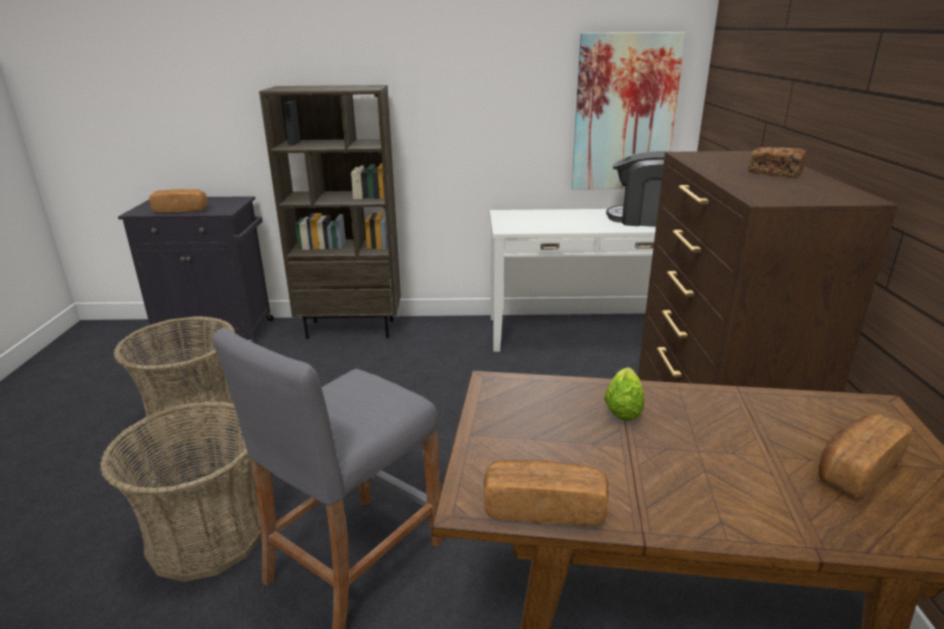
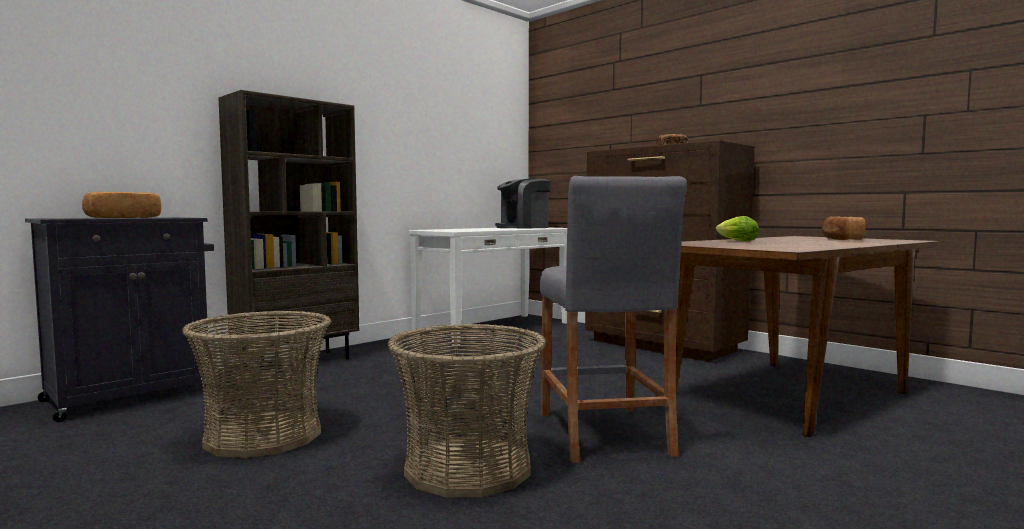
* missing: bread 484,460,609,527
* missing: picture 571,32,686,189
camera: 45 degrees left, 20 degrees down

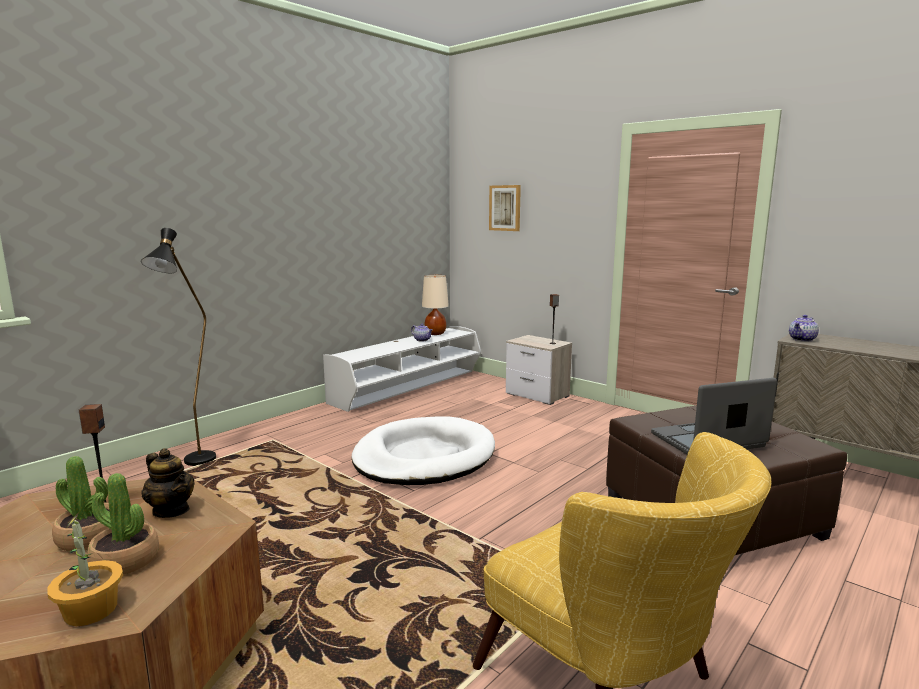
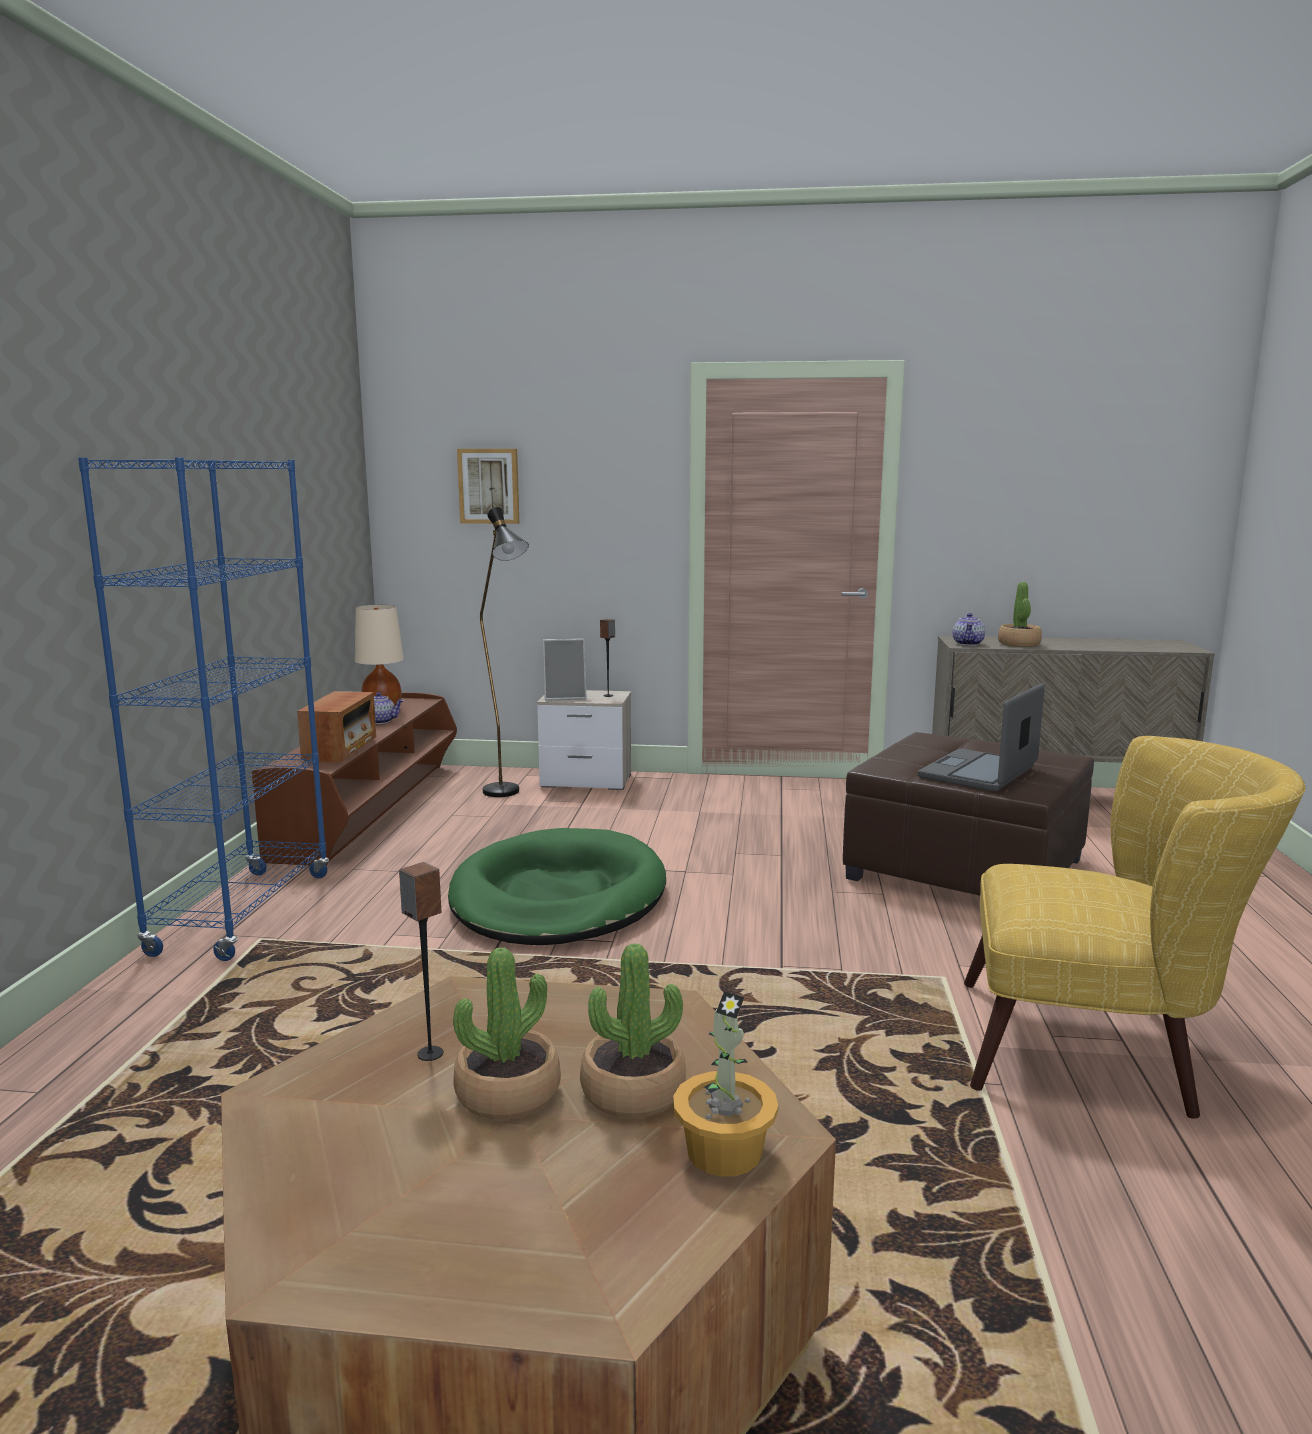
* missing: teapot 141,448,195,518
* appeared: blue bookcase 78,457,329,961
* appeared: radio 297,691,376,762
* appeared: picture frame 543,639,587,701
* appeared: potted plant 998,582,1042,647
* relocated: black floor lamp 141,228,216,466 to 480,507,529,797
* colour: white tv stand 323,326,481,412 to brown tv stand 252,692,457,866
* colour: white dog bed 352,416,495,485 to green dog bed 448,828,666,945
camera: 35 degrees left, 0 degrees up

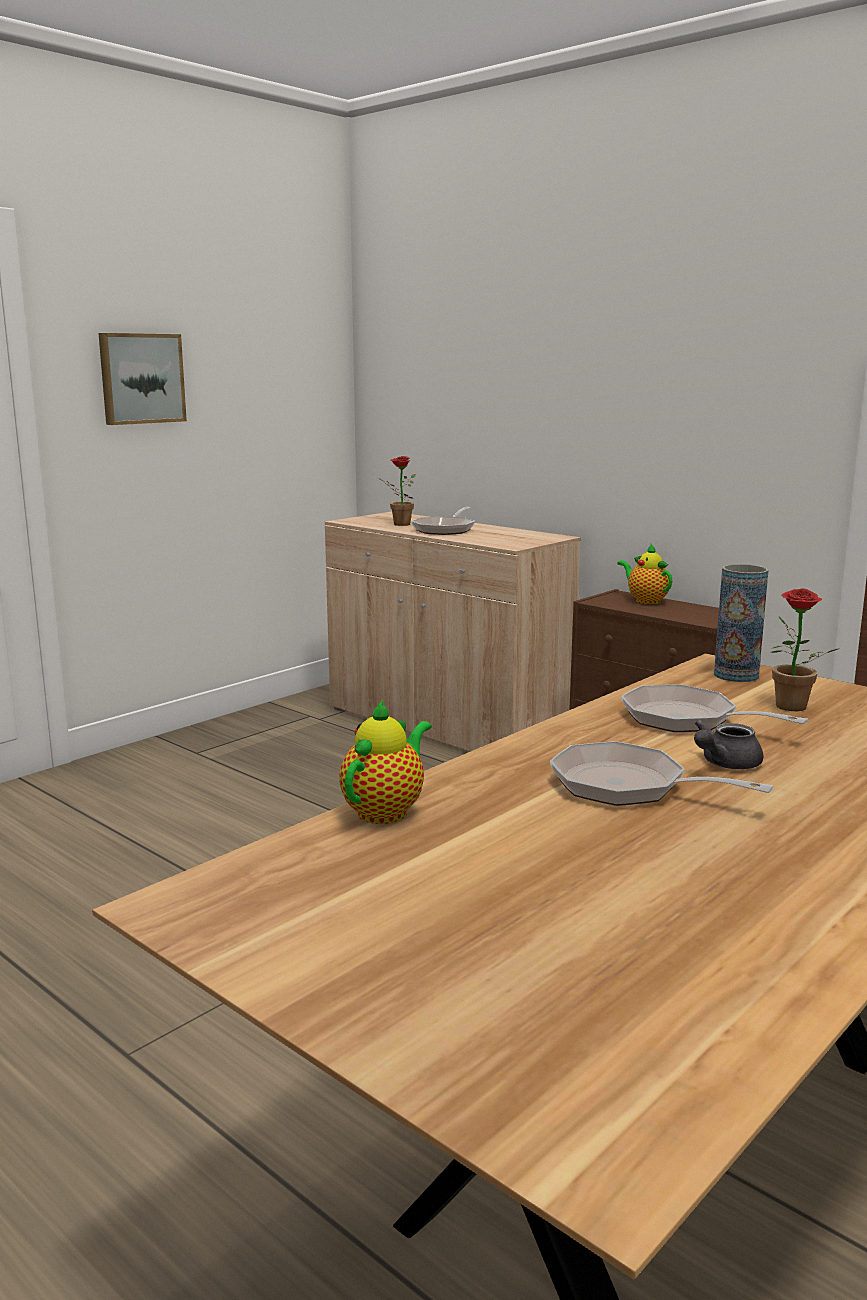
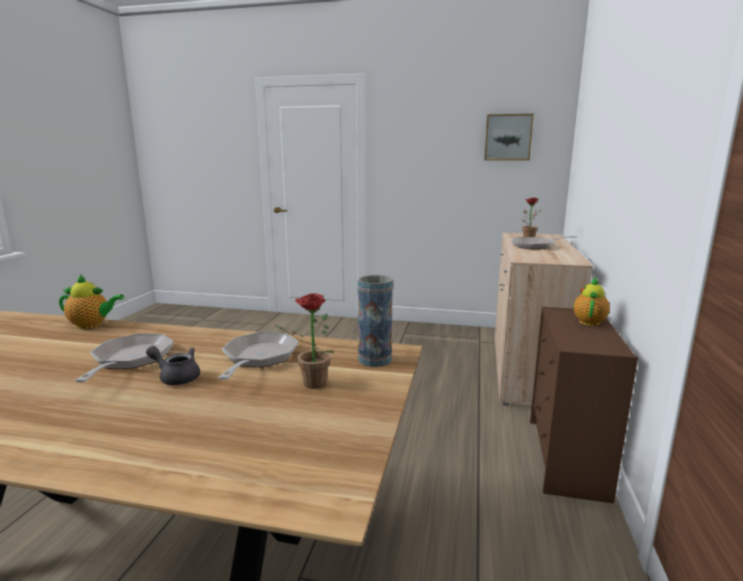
* relocated: picture 98,333,187,425 to 484,114,534,160
camera: 60 degrees right, 0 degrees up

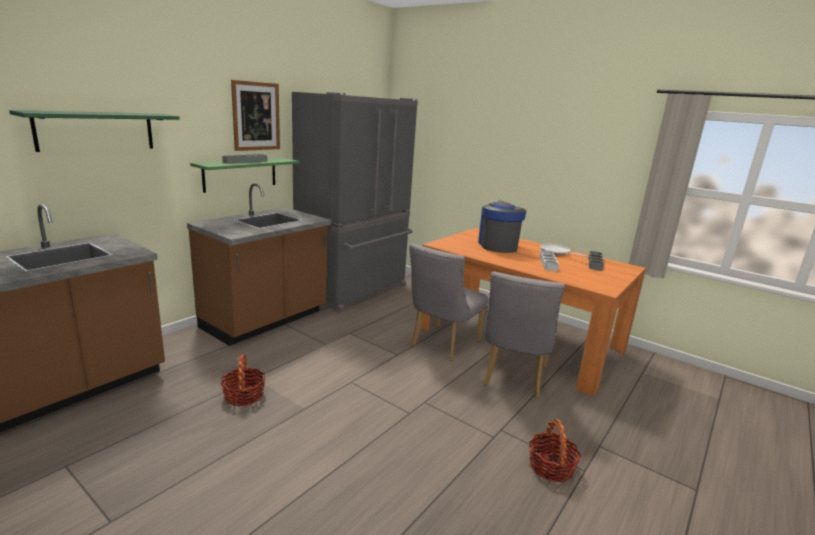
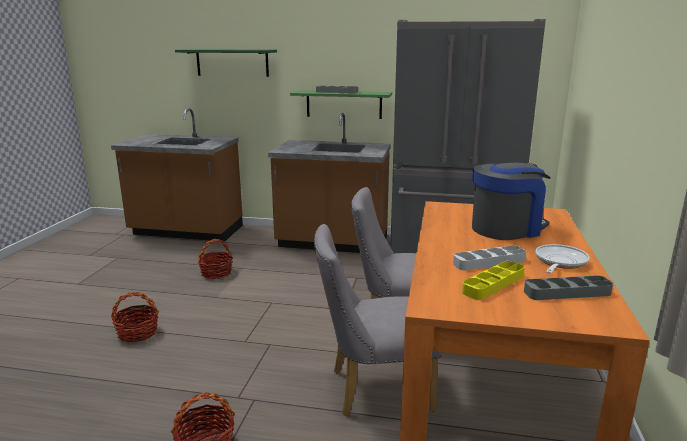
* missing: picture 231,80,280,151
* appeared: basket 111,292,159,342
* appeared: yellow tray 462,261,525,300
camera: 65 degrees right, 0 degrees up

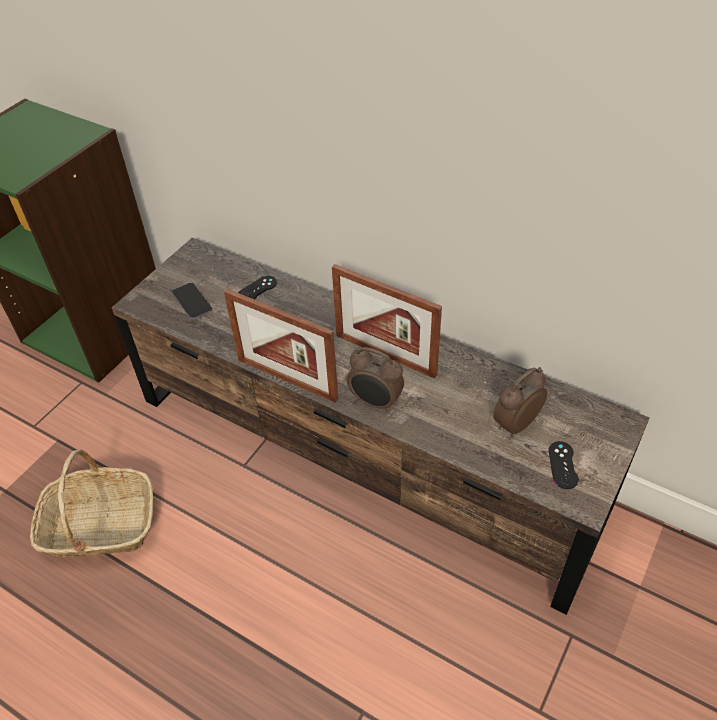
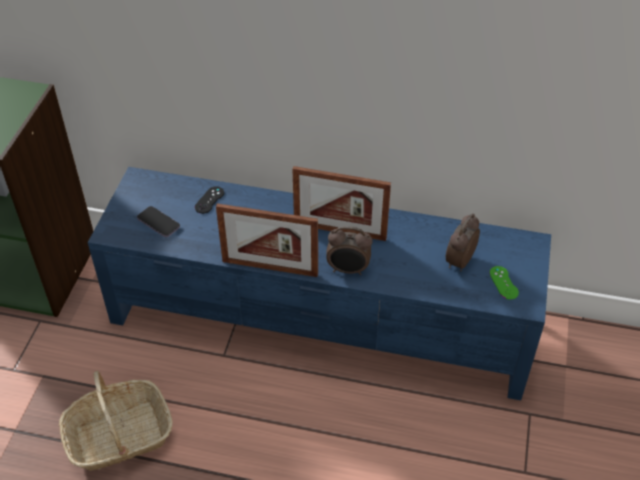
* colour: brown tv stand 112,238,650,615 to blue tv stand 88,167,551,400
* colour: black game controller 549,441,579,489 to green game controller 489,266,519,300
camera: 20 degrees left, 0 degrees up

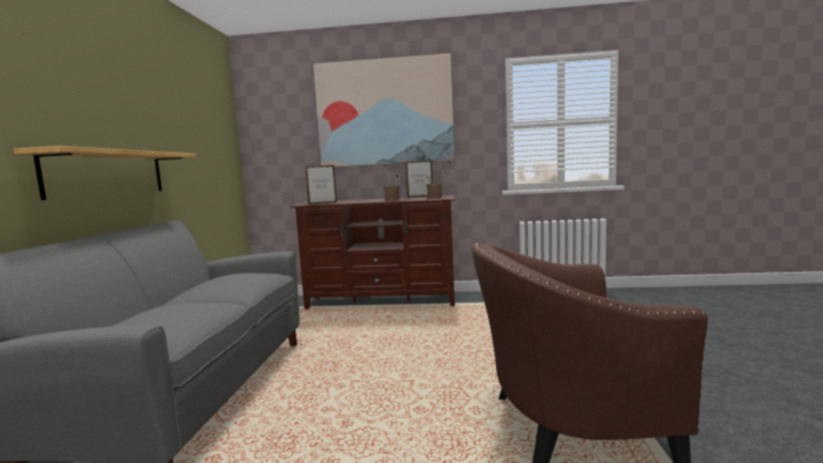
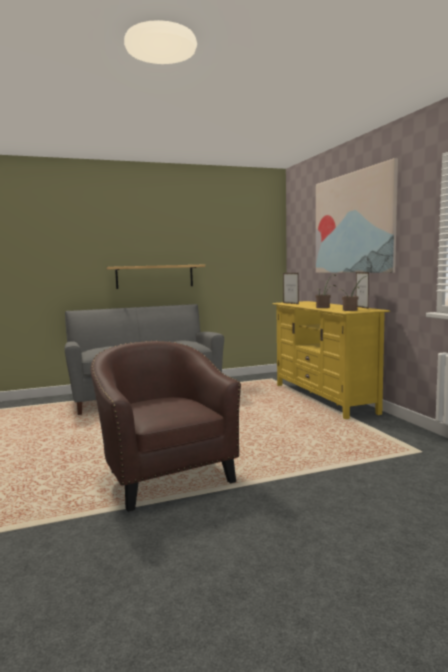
* colour: brown tv stand 290,195,455,309 to yellow tv stand 272,301,390,419
camera: 65 degrees right, 0 degrees up

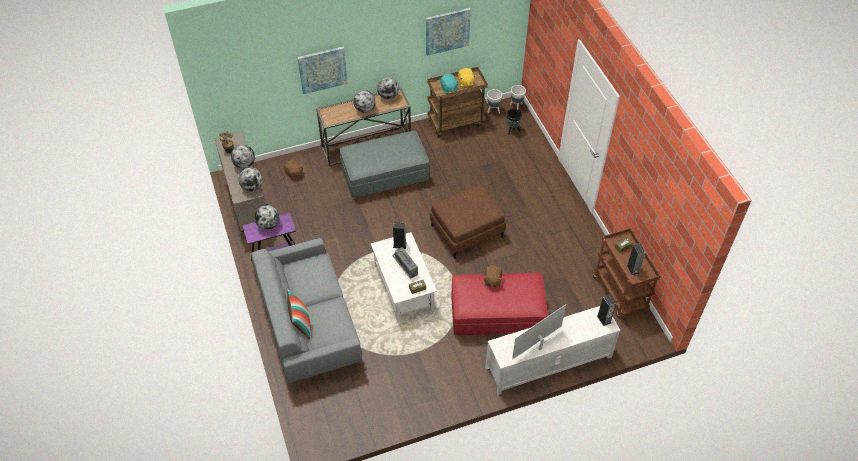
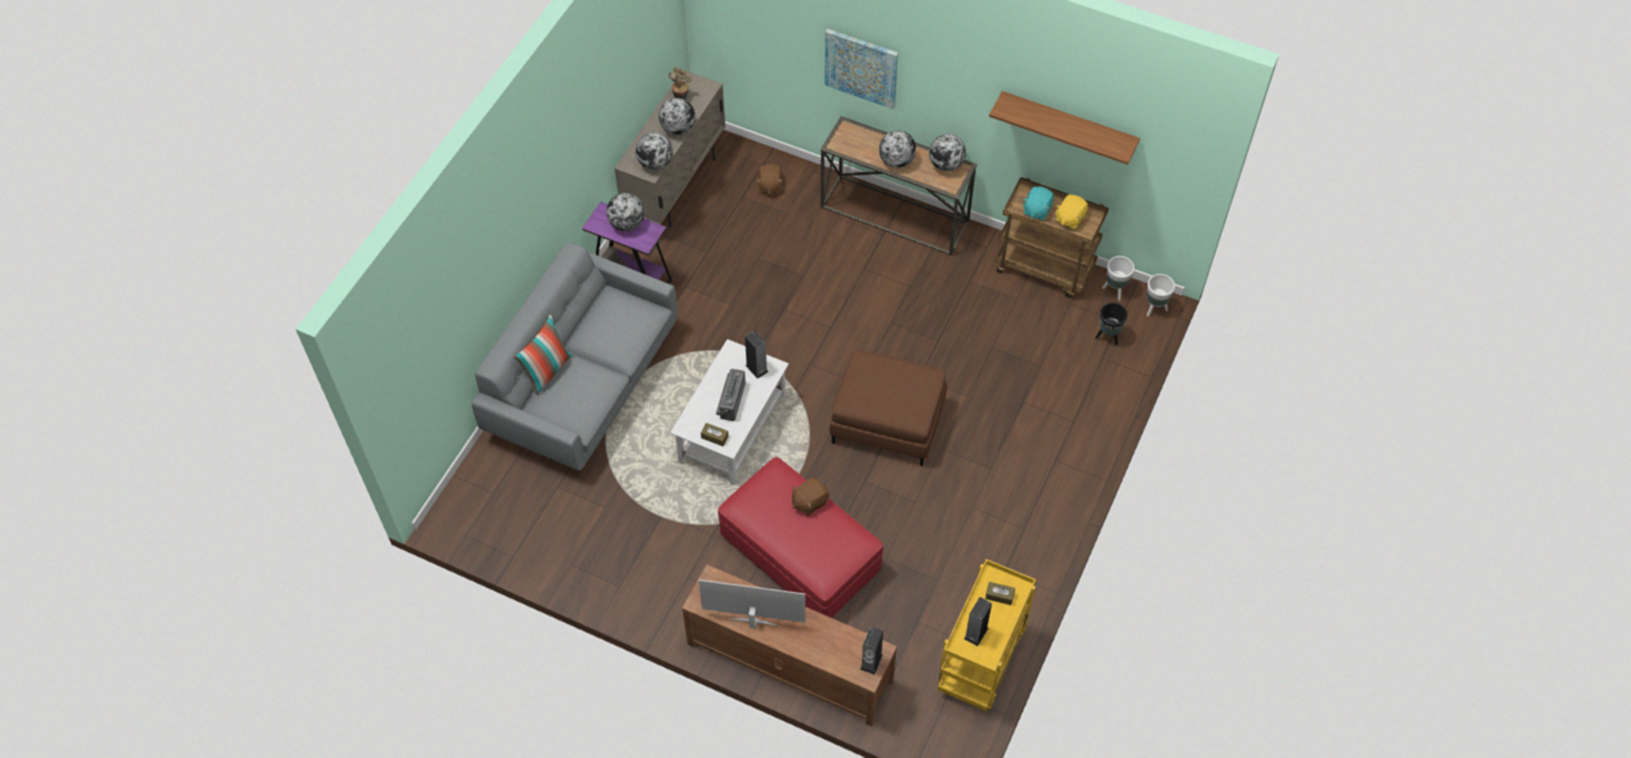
* missing: grey ottoman 339,131,429,198
* exchanged: picture 426,8,471,56 to shelf 989,91,1140,165
* colour: white tv stand 485,306,620,395 to brown tv stand 682,565,897,726
* colour: brown cart 593,228,660,317 to yellow cart 938,559,1036,711
camera: 45 degrees right, 5 degrees up

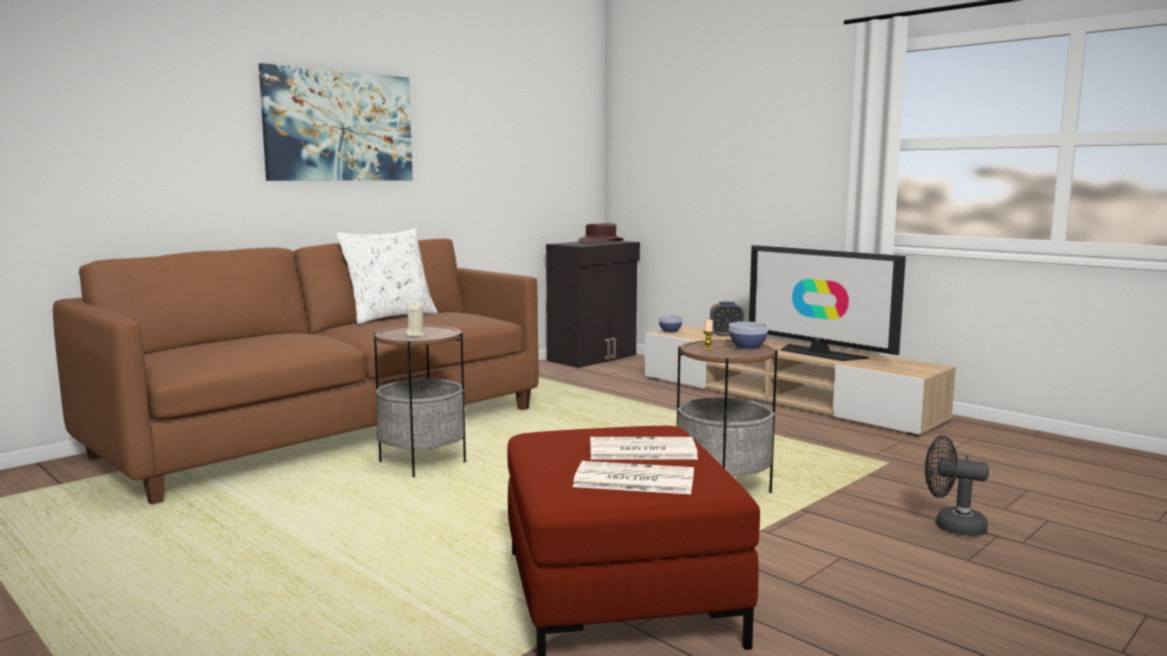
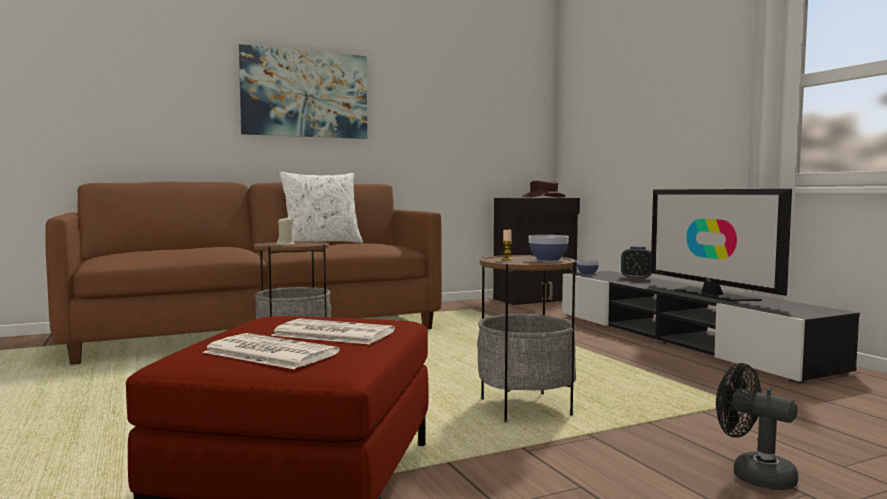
* colour: beige tv stand 645,325,956,437 to black tv stand 562,271,860,384
camera: 20 degrees right, 5 degrees down

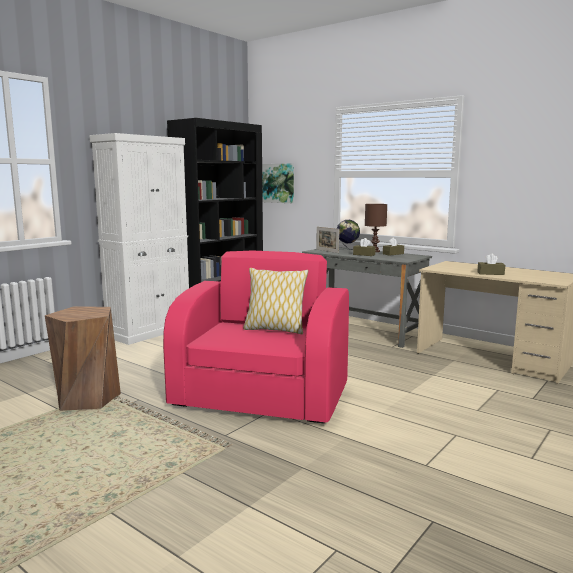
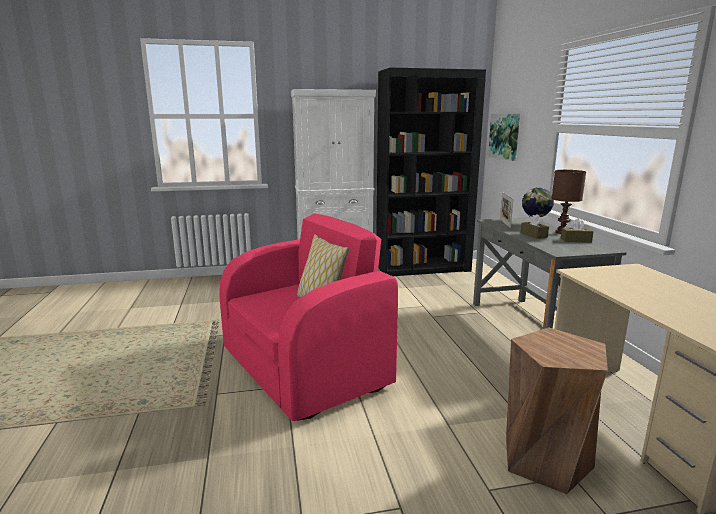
* missing: brown tissue box 477,253,505,275
* relocated: brown stool 45,306,121,411 to 506,327,608,494
camera: 40 degrees right, 5 degrees up

